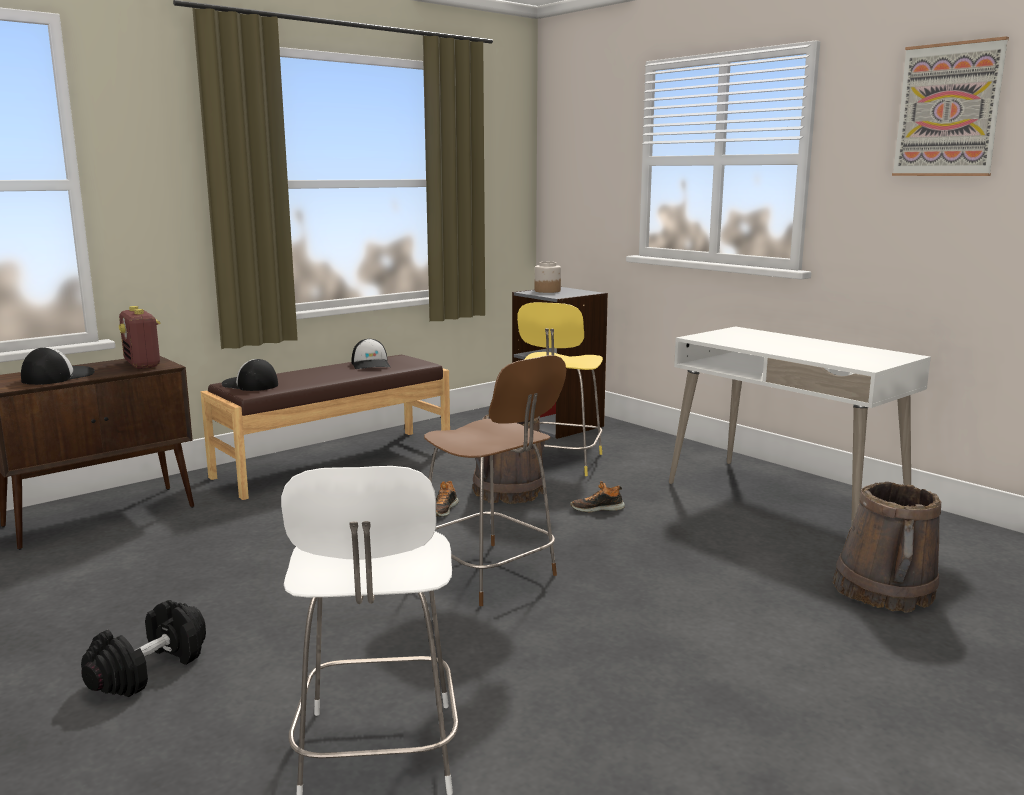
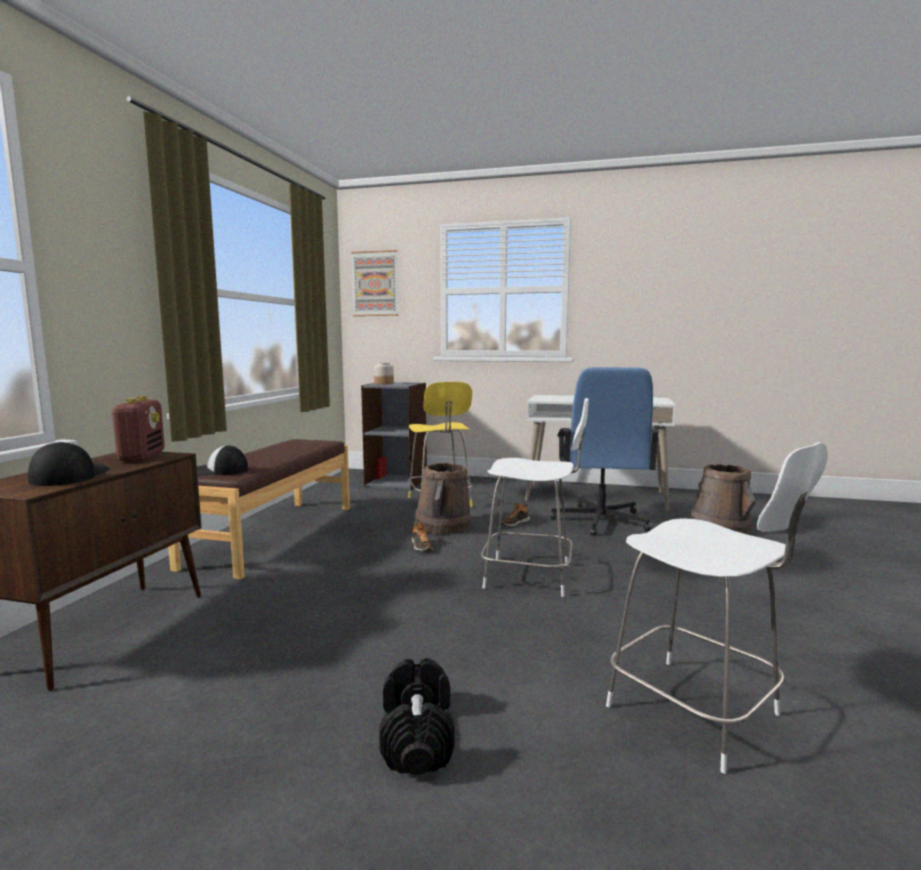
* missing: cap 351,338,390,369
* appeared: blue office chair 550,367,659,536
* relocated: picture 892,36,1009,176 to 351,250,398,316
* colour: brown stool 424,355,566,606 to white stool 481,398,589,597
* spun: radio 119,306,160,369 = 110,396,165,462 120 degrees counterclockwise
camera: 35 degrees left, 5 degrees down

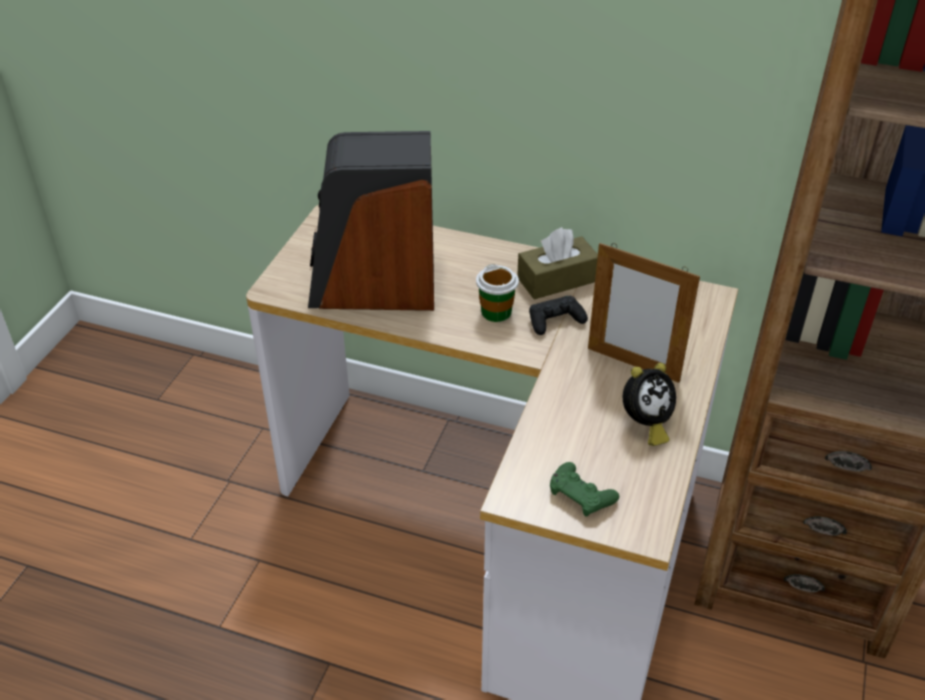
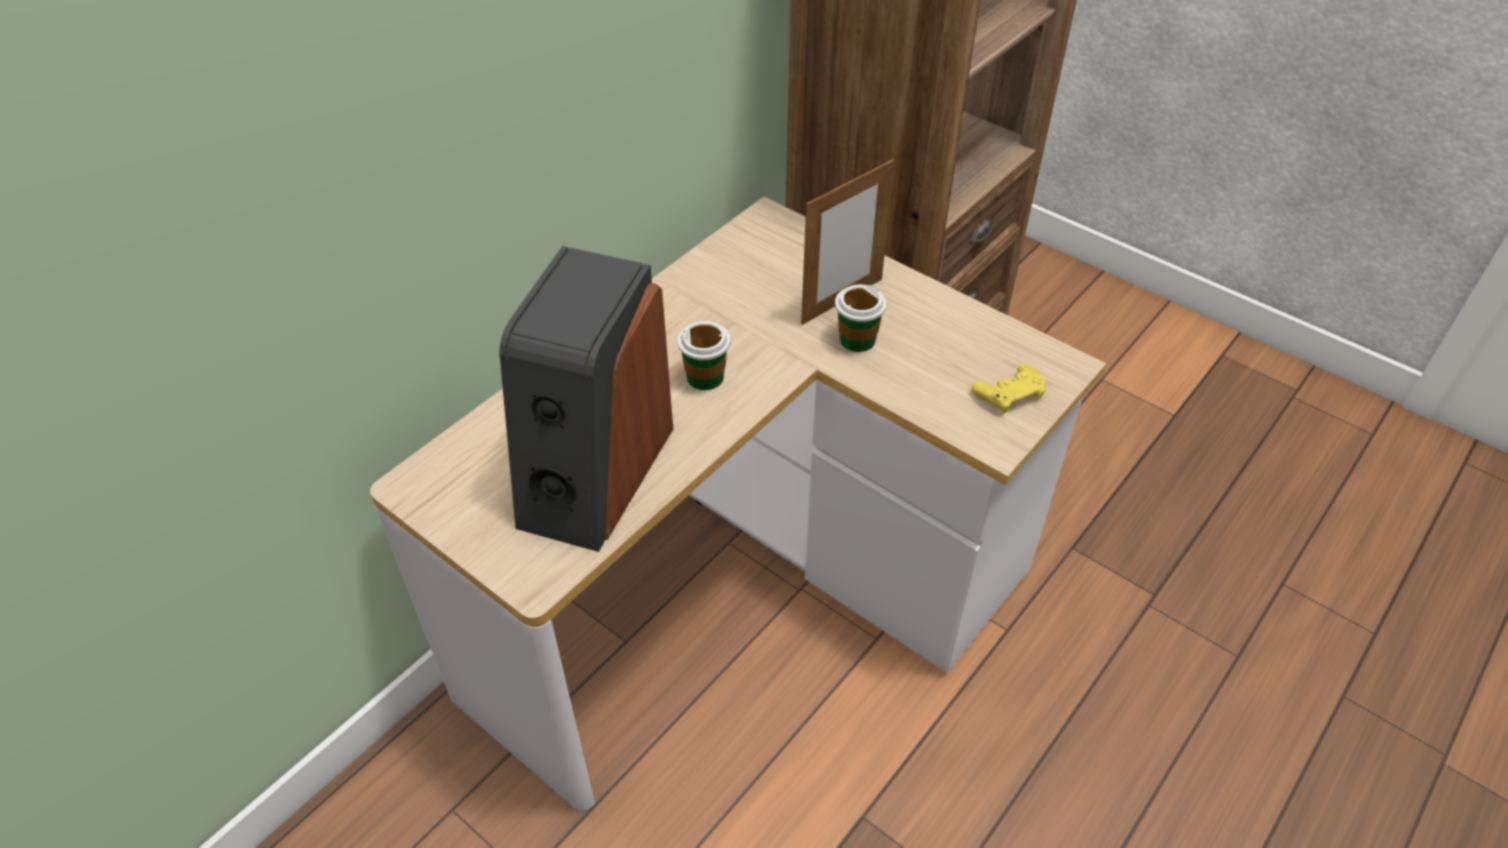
* missing: brown tissue box 517,227,598,299
* missing: black game controller 529,296,588,335
* missing: alarm clock 623,363,676,446
* appeared: cup 835,284,886,352
* colour: green game controller 550,462,619,516 to yellow game controller 971,364,1046,414
camera: 70 degrees left, 5 degrees up

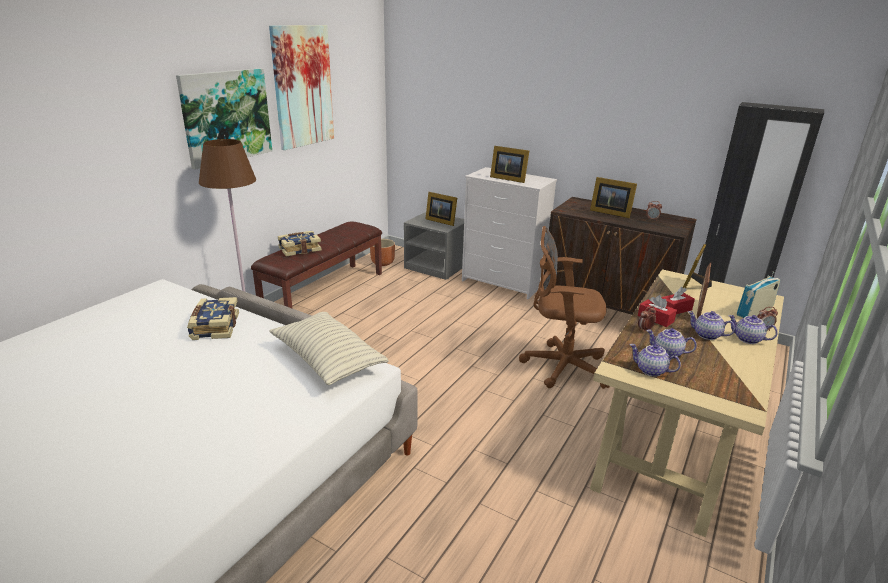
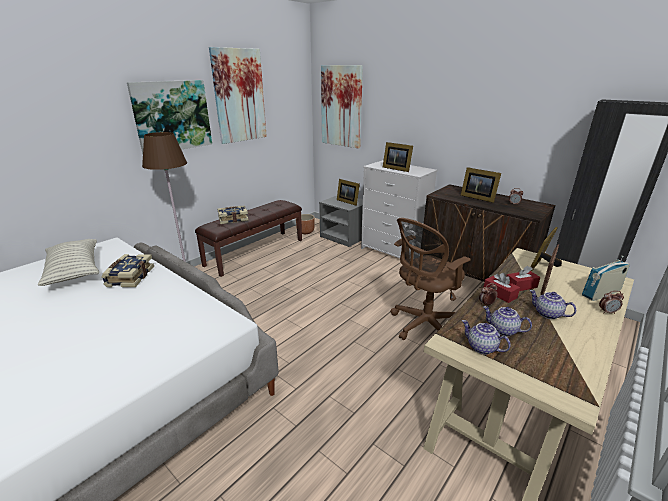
* missing: teapot 728,315,778,344
* appeared: picture 321,65,363,149
* relocated: pillow 269,312,389,385 to 38,239,99,286
* spun: brown office chair 519,226,610,389 = 390,218,471,340 60 degrees counterclockwise
camera: 10 degrees right, 0 degrees up

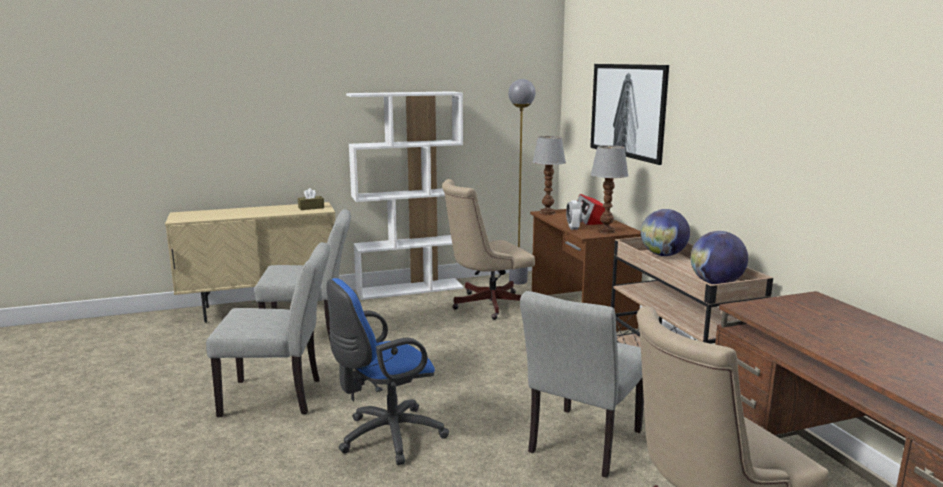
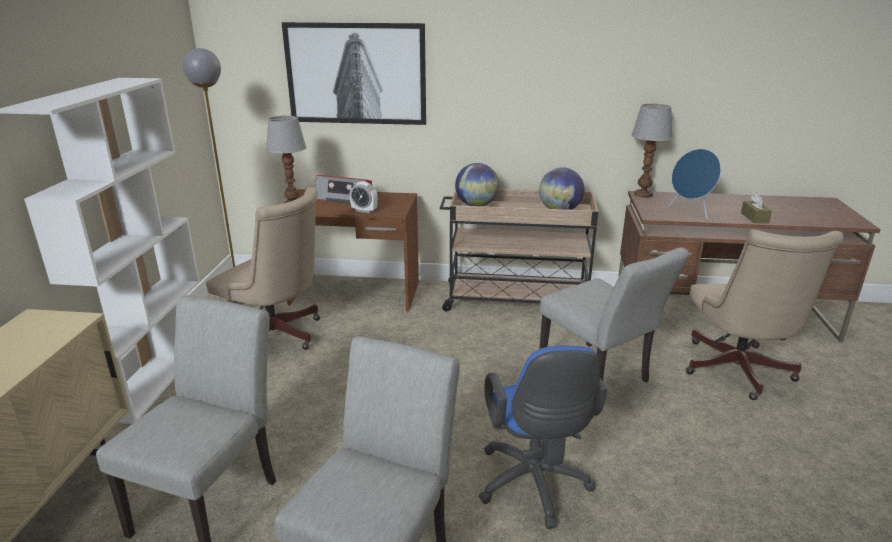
* appeared: blue speaker 668,149,721,219
* relocated: brown tissue box 298,188,324,210 to 741,194,772,223
* relocated: table lamp 590,145,629,234 to 631,104,673,198
* spun: beige office chair 442,179,535,320 = 206,187,320,350 60 degrees counterclockwise
camera: 65 degrees left, 10 degrees up

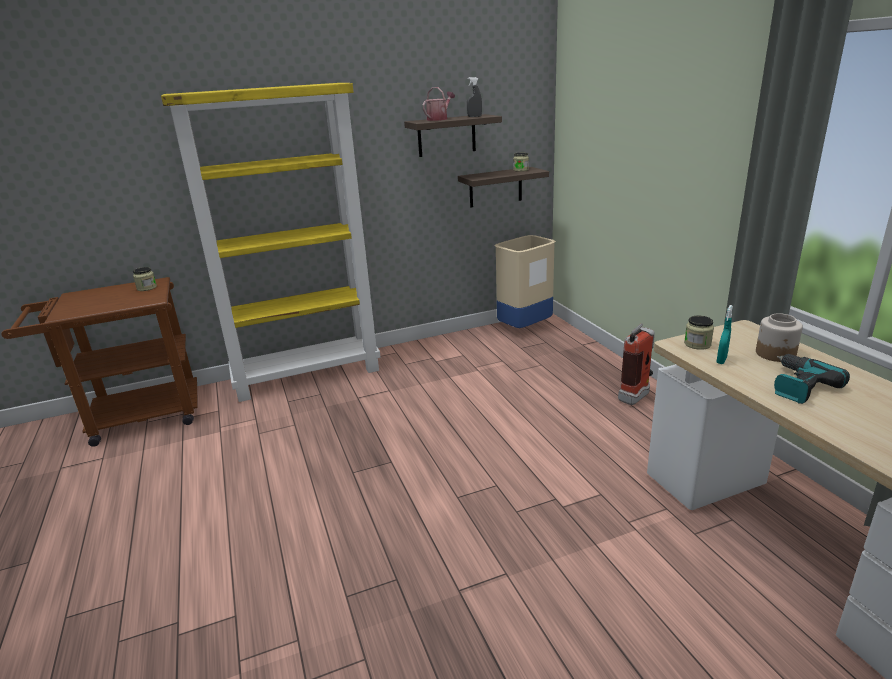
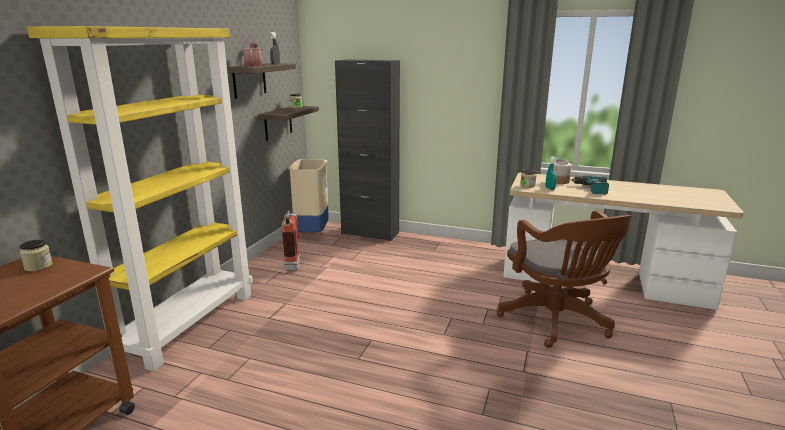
* appeared: black cabinet 335,59,400,241
* appeared: brown office chair 497,211,632,348
* relocated: fire extinguisher 618,324,655,405 to 282,210,301,271
camera: 50 degrees left, 5 degrees down

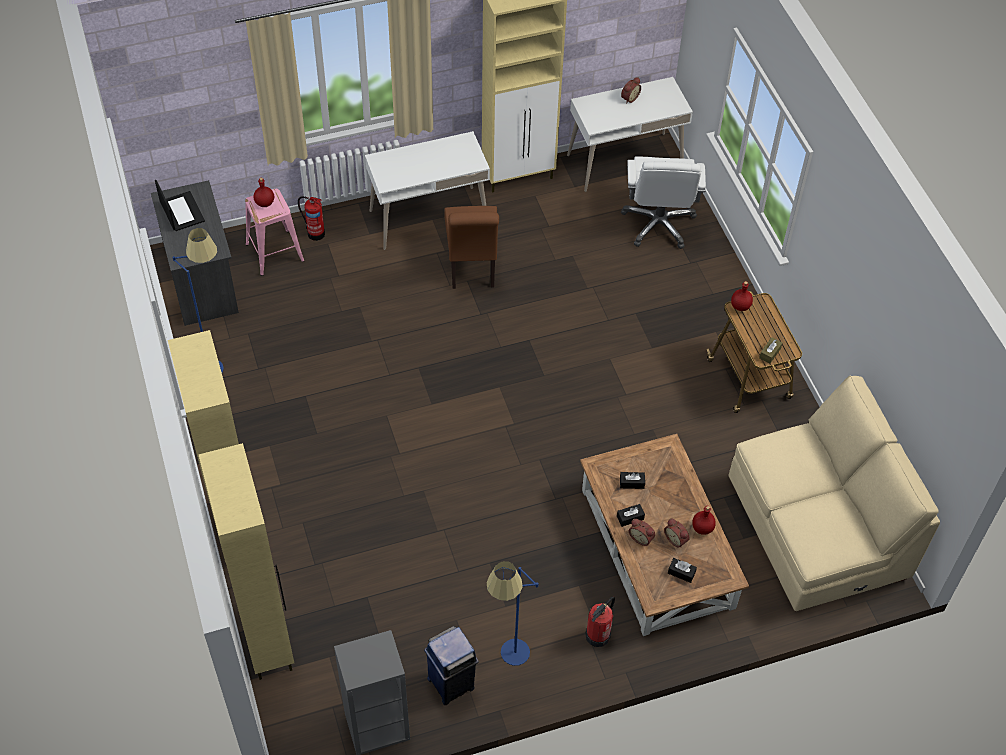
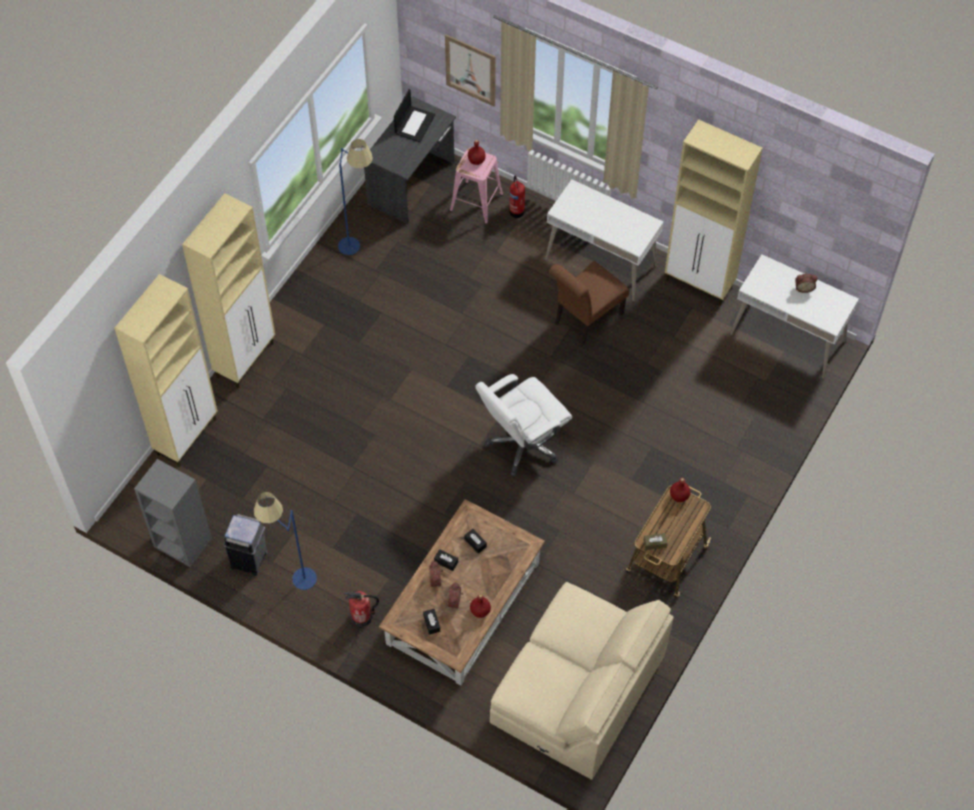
* appeared: picture 445,35,496,107
* relocated: white office chair 621,156,706,249 to 475,374,572,476
* colour: blue trash can 424,626,479,705 to grey trash can 223,514,268,576
camera: 50 degrees right, 5 degrees up

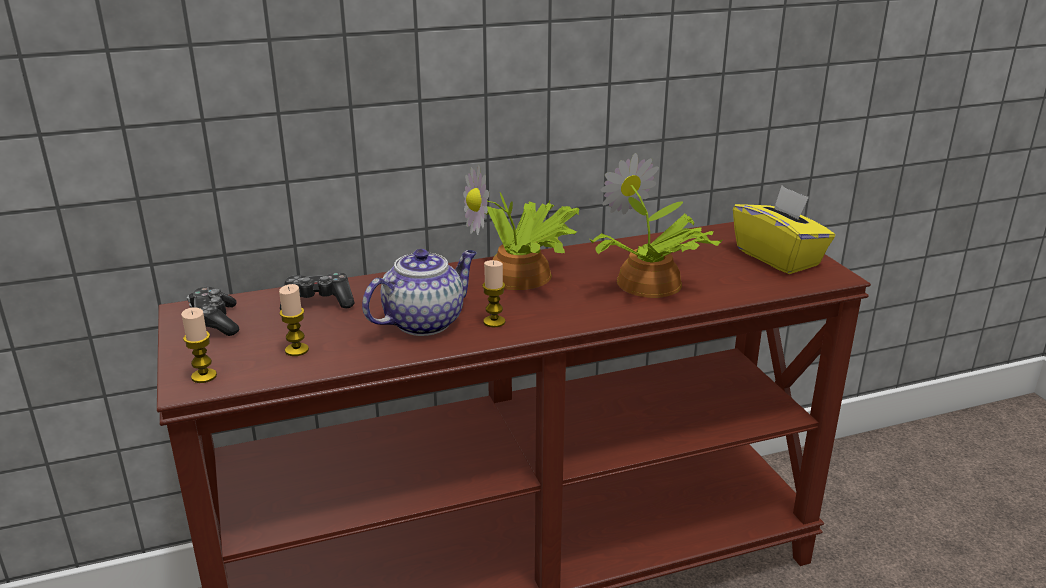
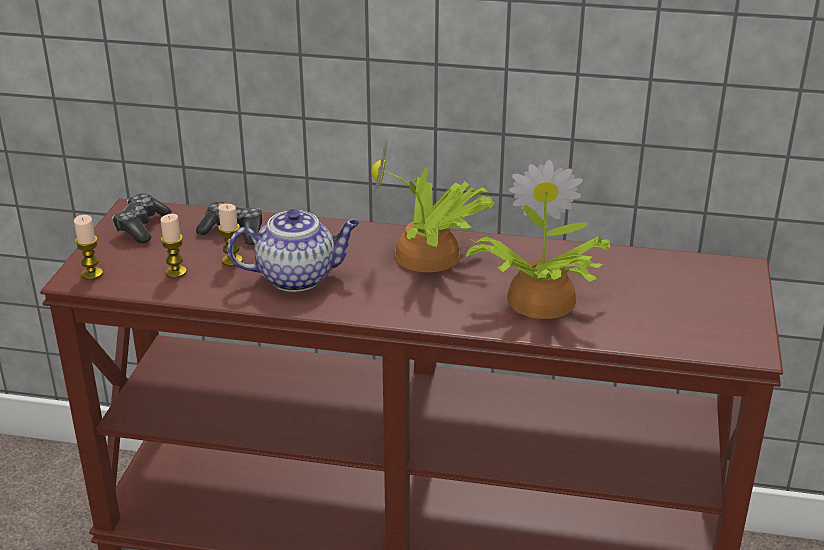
* missing: yellow tissue box 733,185,835,274
* relocated: candle 482,260,505,327 to 218,203,243,266
camera: 30 degrees right, 5 degrees up

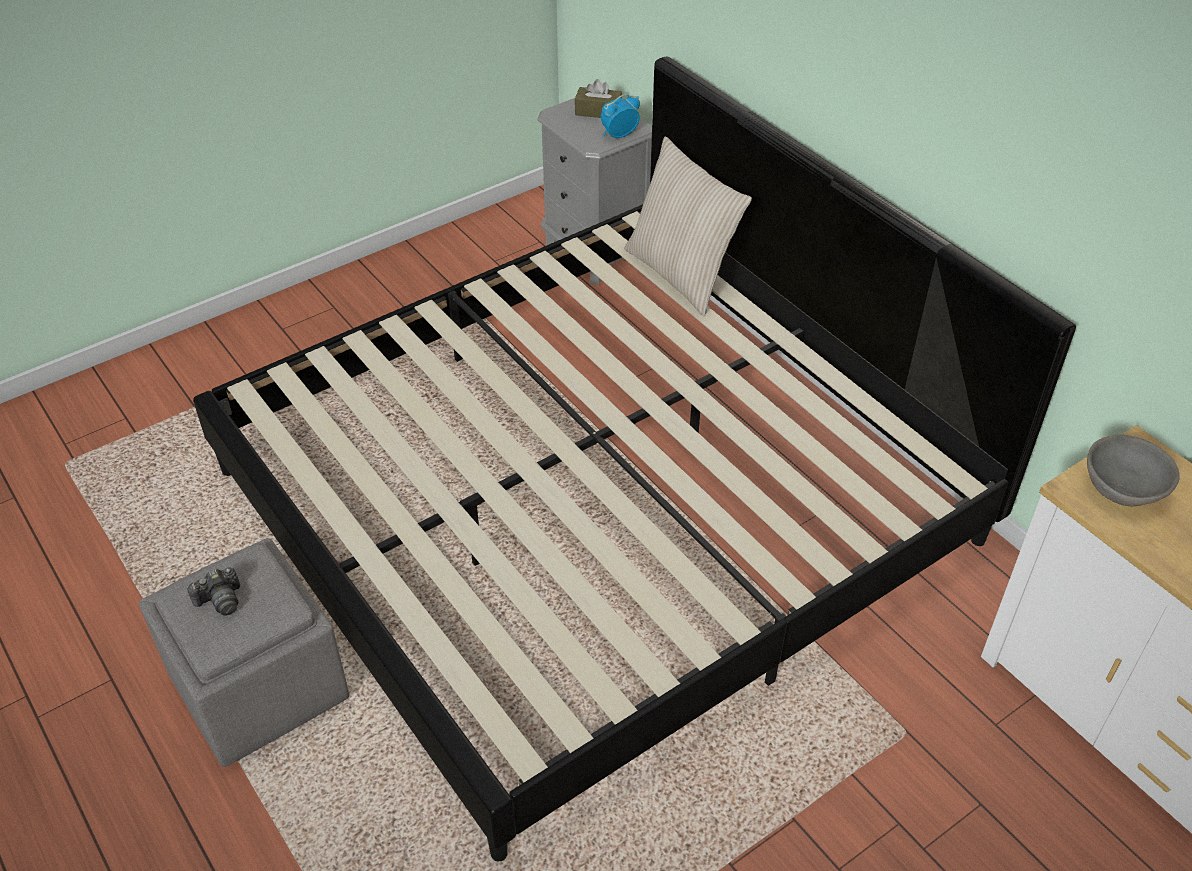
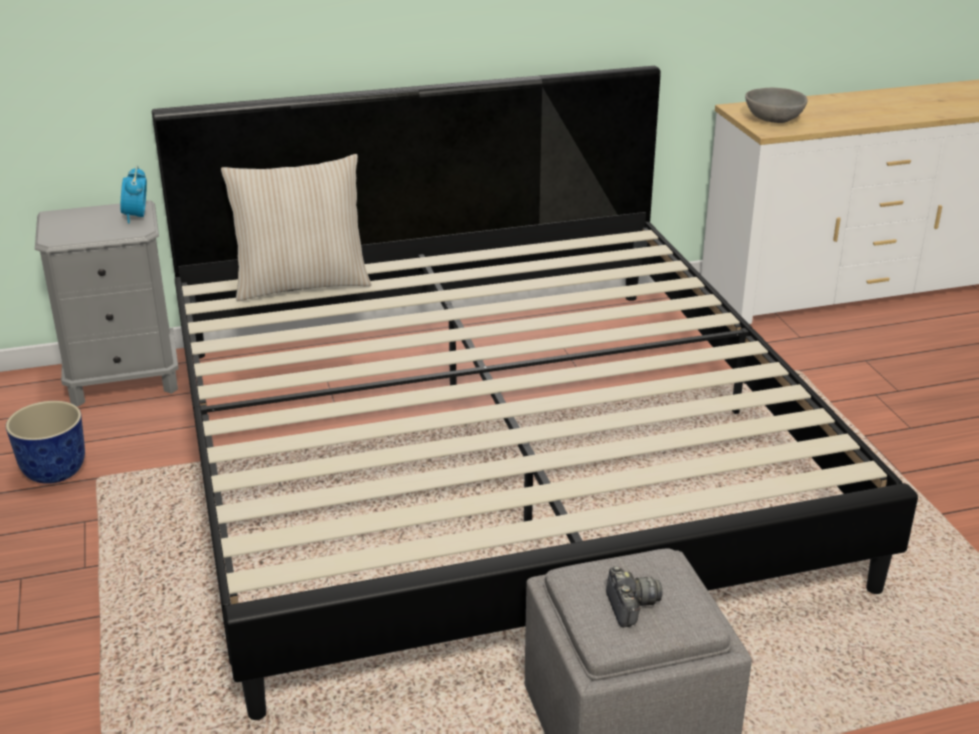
* missing: brown tissue box 575,79,622,118
* appeared: planter 6,401,85,484
camera: 70 degrees left, 15 degrees down

